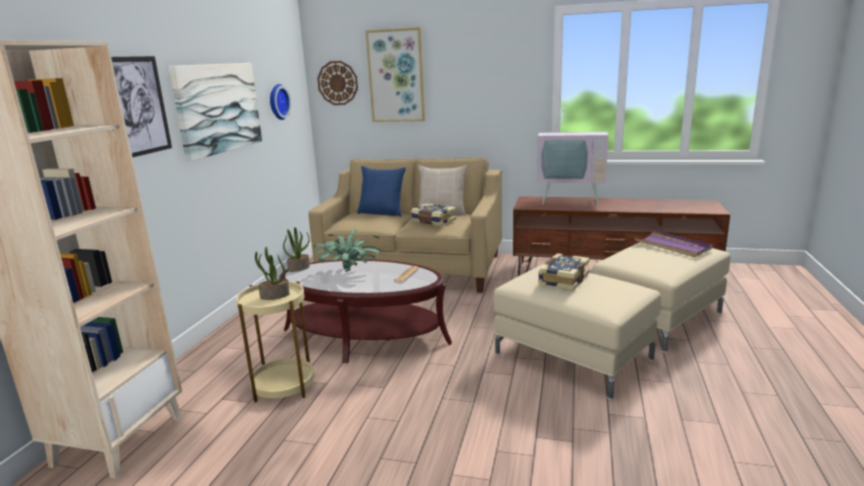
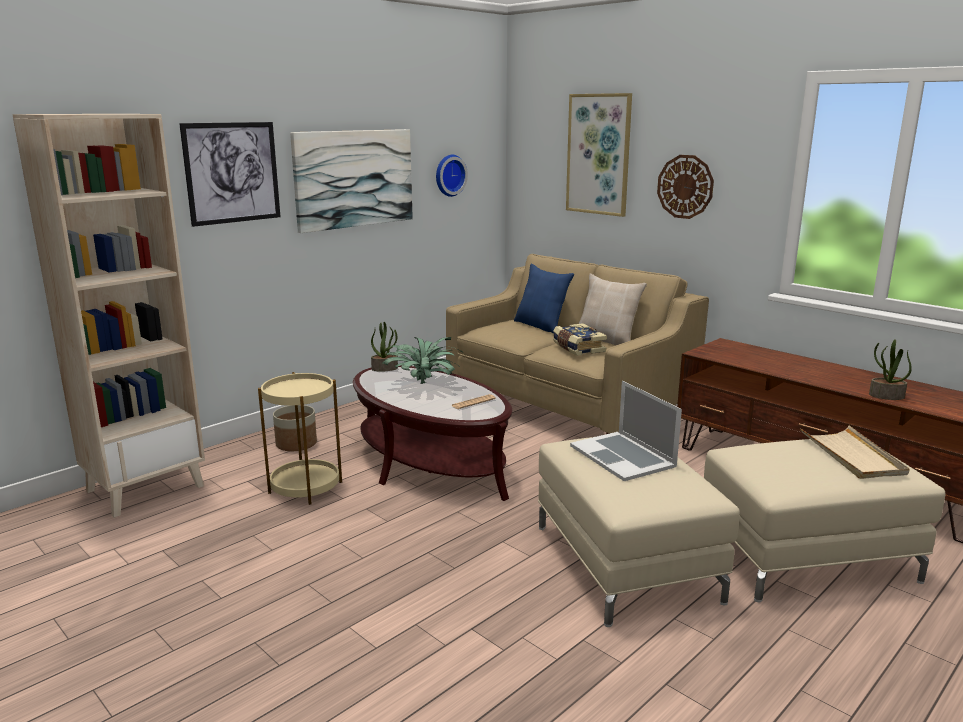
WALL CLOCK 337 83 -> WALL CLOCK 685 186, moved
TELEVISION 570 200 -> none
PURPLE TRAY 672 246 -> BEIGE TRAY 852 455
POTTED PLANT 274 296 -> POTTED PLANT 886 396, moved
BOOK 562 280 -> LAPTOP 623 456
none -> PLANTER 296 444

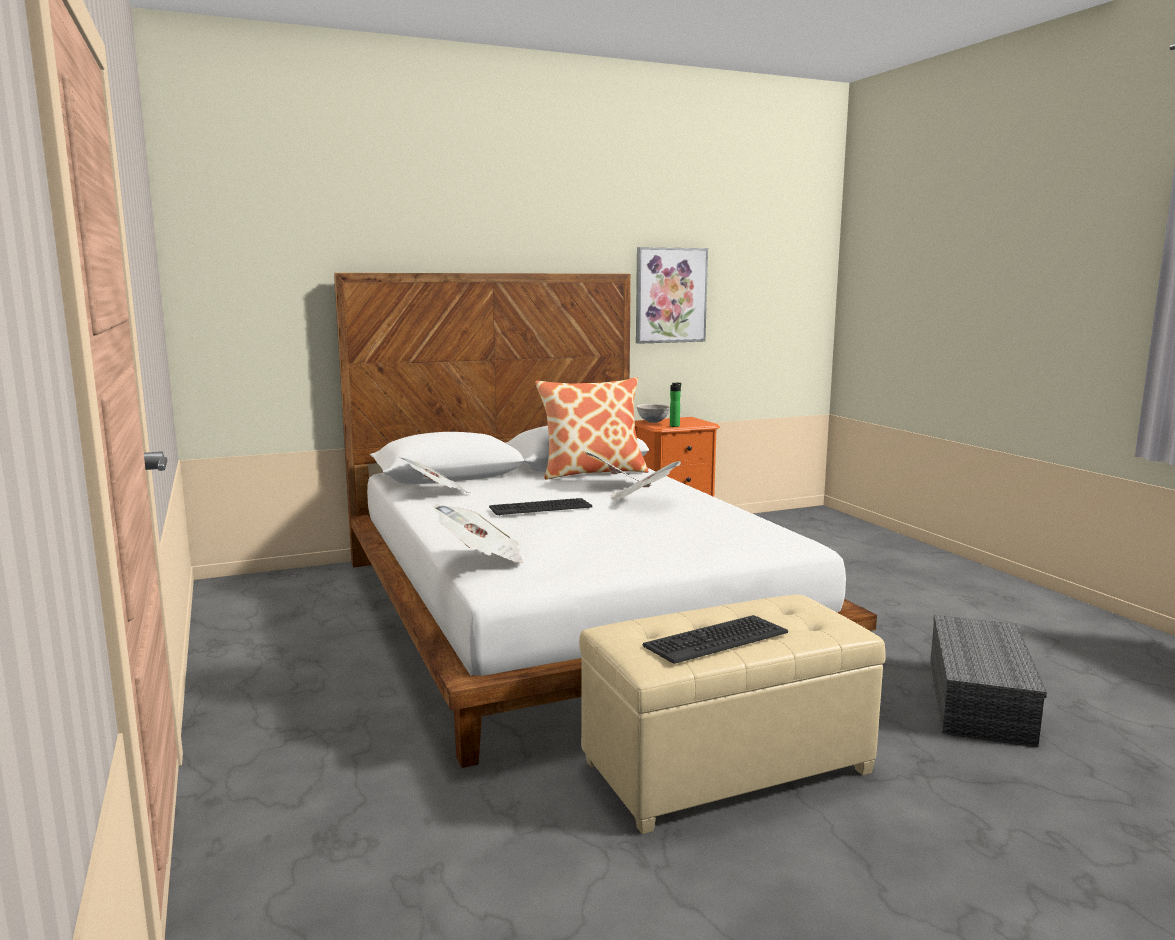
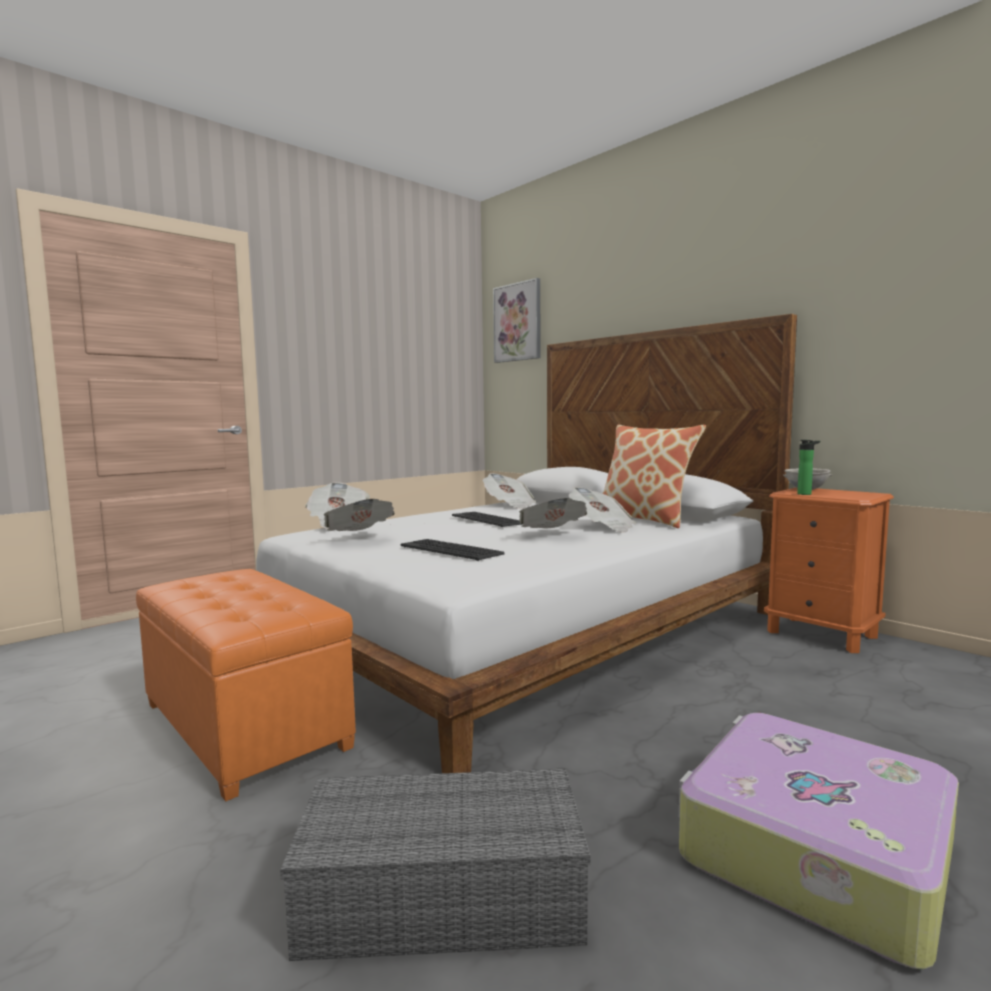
PICTURE 670 295 -> PICTURE 517 322, moved
BEIGE OTTOMAN 725 766 -> ORANGE OTTOMAN 245 724
KEYBOARD 715 639 -> KEYBOARD 451 550, moved
none -> NEWSPAPER 360 536
none -> SUITCASE 811 851

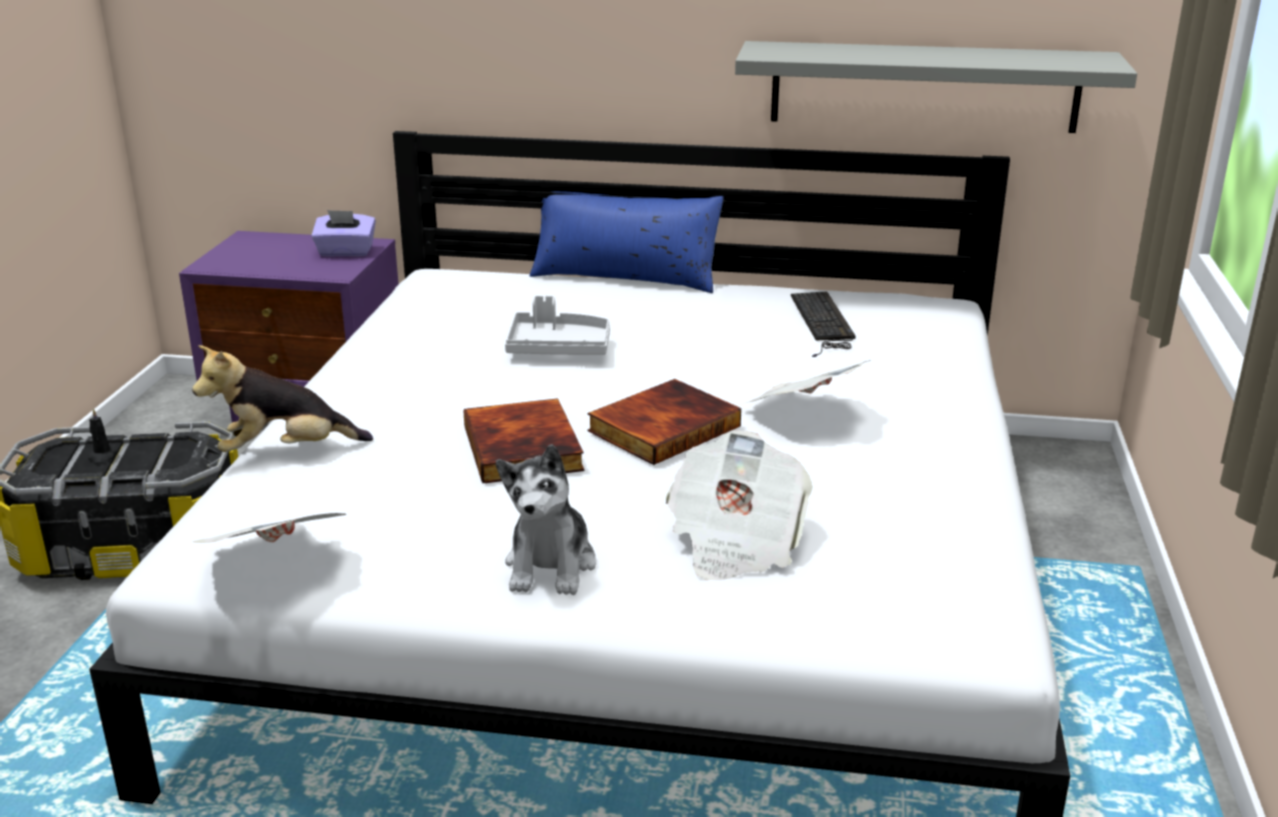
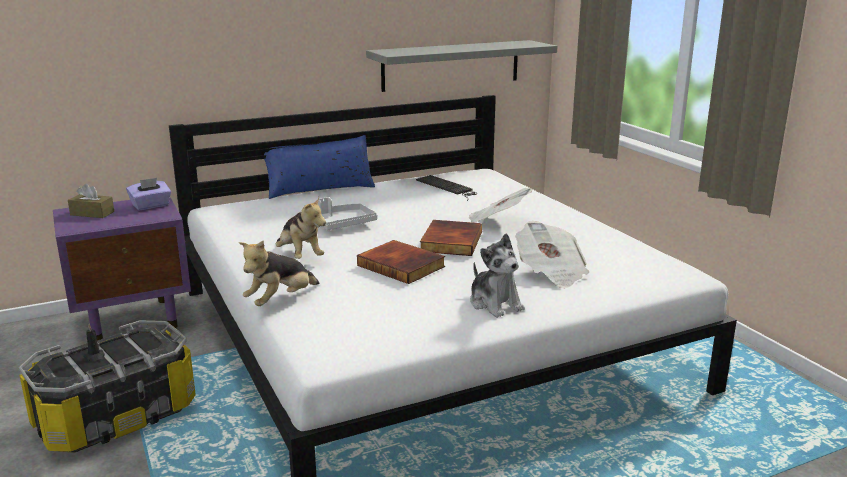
NEWSPAPER 276 562 -> none
none -> BROWN TISSUE BOX 92 213
none -> PLUSH TOY 300 256

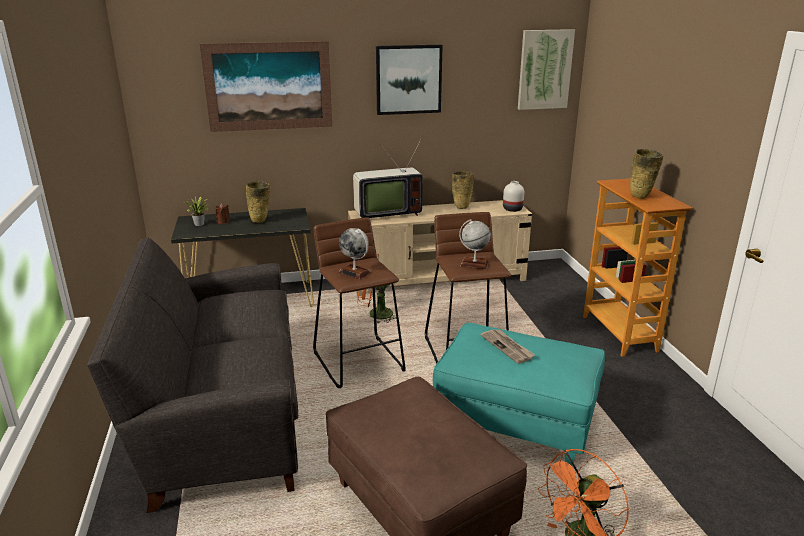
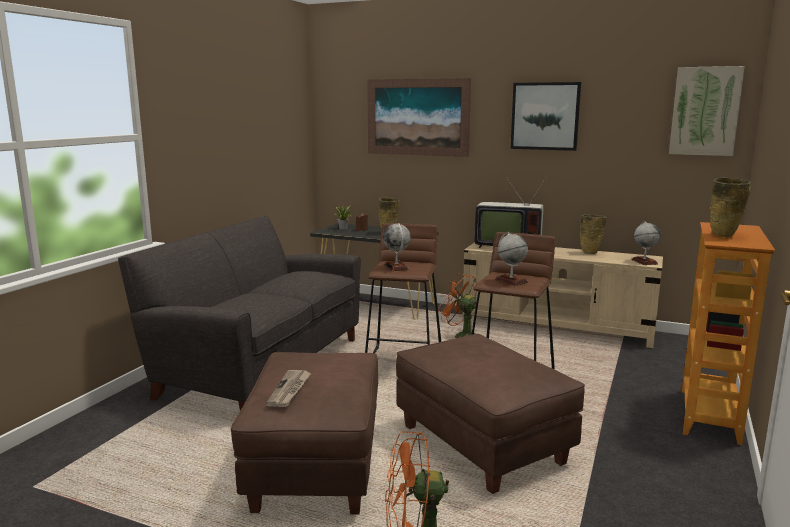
WHITE VASE 512 209 -> GLOBE 644 262
TURQUOISE OTTOMAN 515 423 -> BROWN OTTOMAN 482 445
NEWSPAPER 507 347 -> NEWSPAPER 289 390, moved

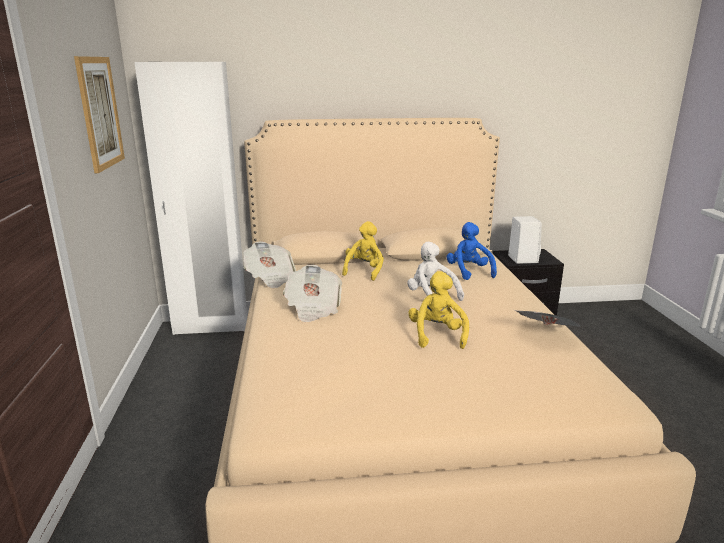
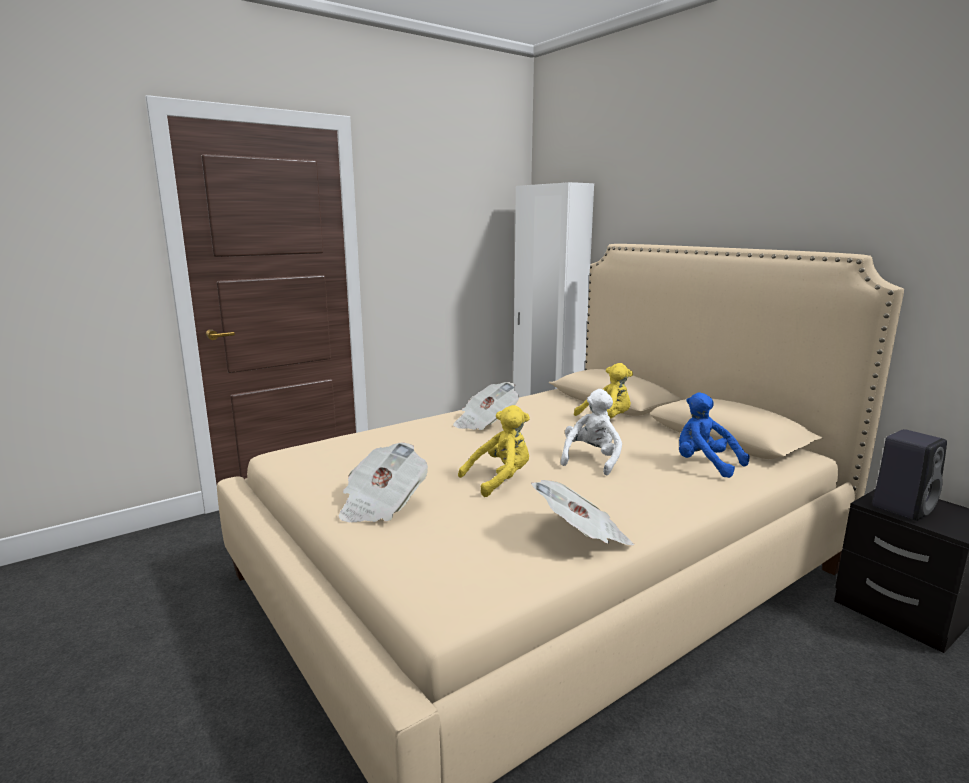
PICTURE 100 112 -> none
WHITE SPEAKER 522 259 -> BLACK SPEAKER 903 507
BLUE PLUSH TOY 469 272 -> BLUE PLUSH TOY 704 464, 90 degrees counterclockwise
NEWSPAPER 270 278 -> NEWSPAPER 381 505, moved

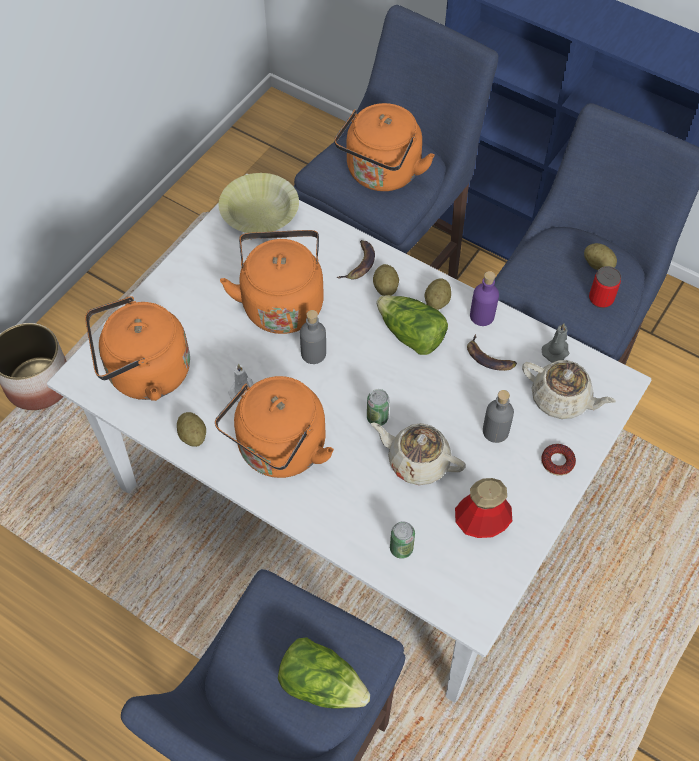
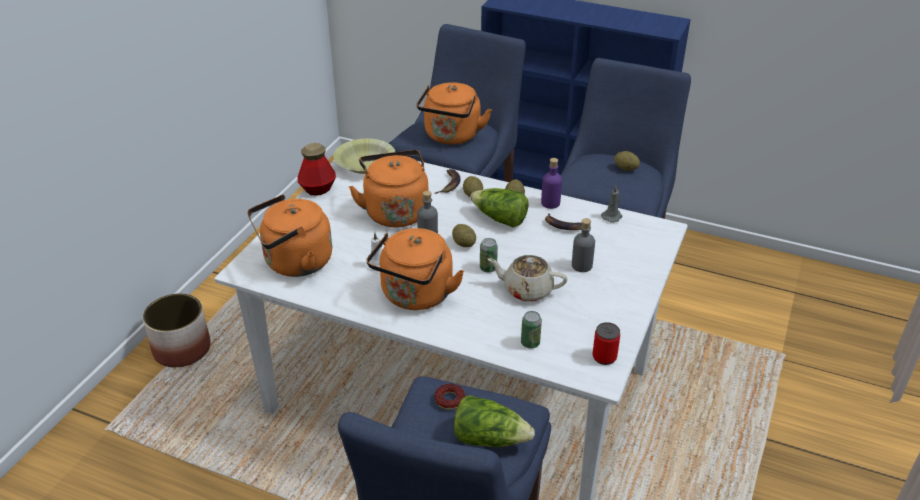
CAN 601 299 -> CAN 604 357, moved
BEIGE TEAPOT 561 399 -> none
POTATO 193 436 -> POTATO 464 244, moved
DONUT 557 462 -> DONUT 449 400, moved
BOTTLE 481 523 -> BOTTLE 318 189, moved

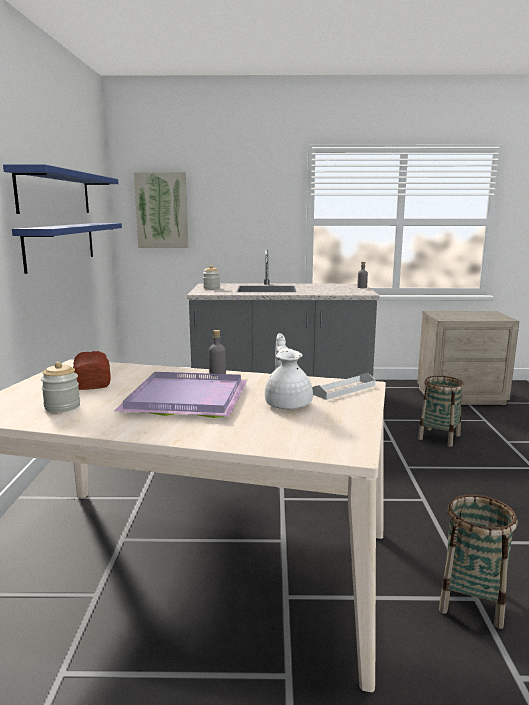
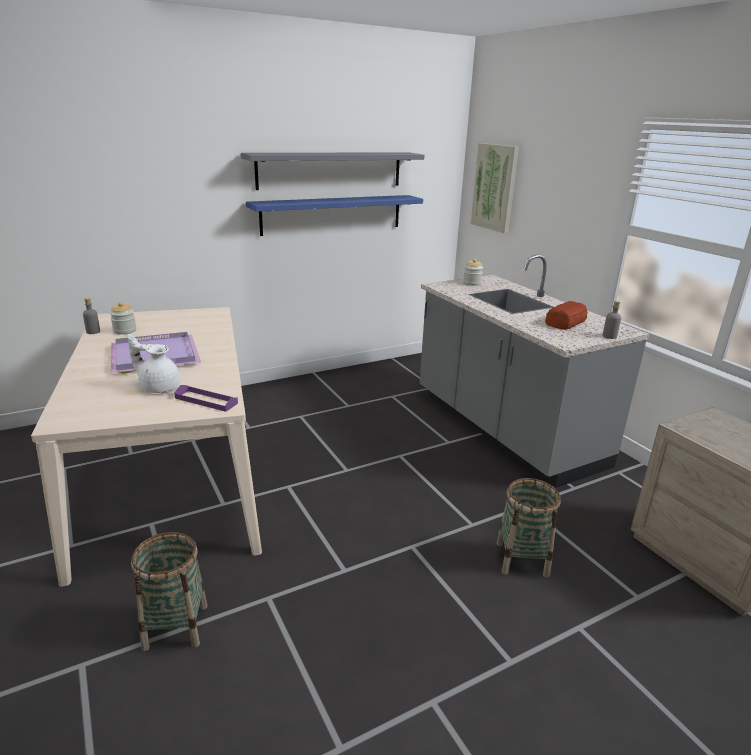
BLUE SHELF 56 193 -> GREY SHELF 330 170
GREY BOTTLE 217 373 -> GREY BOTTLE 93 332, moved
WHITE TEAPOT 288 403 -> WHITE TEAPOT 159 387, 120 degrees counterclockwise
BREAD 91 380 -> BREAD 564 322, moved
WHITE TRAY 343 390 -> PURPLE TRAY 206 401

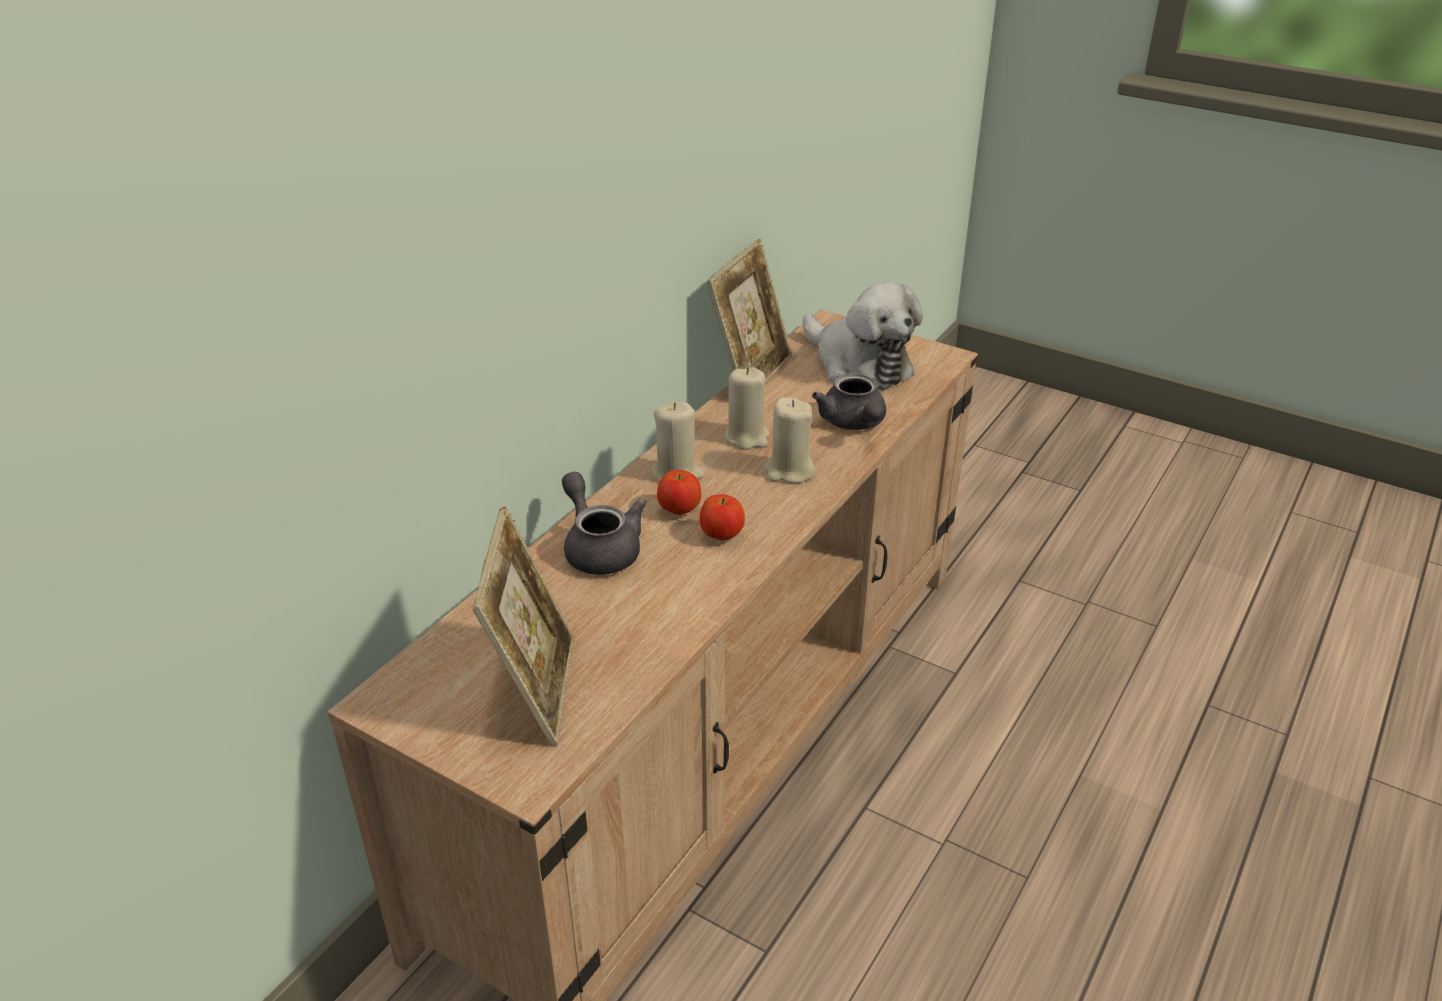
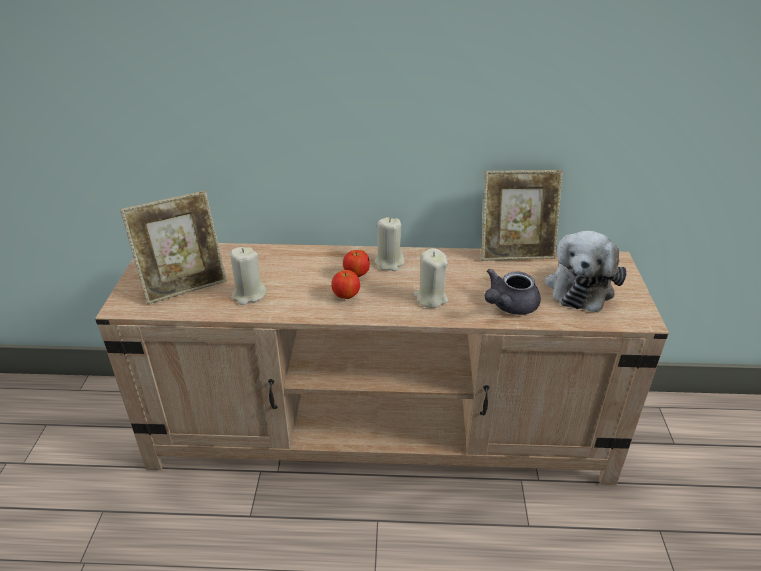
BEIGE CANDLE 747 437 -> BEIGE CANDLE 249 295, moved
GREY TEAPOT 599 548 -> none

